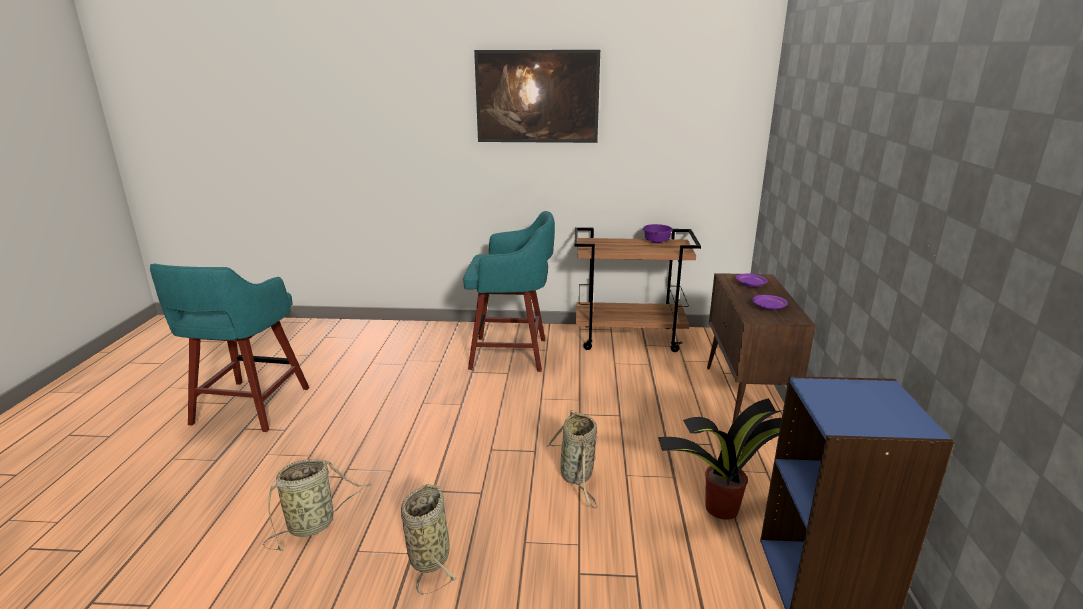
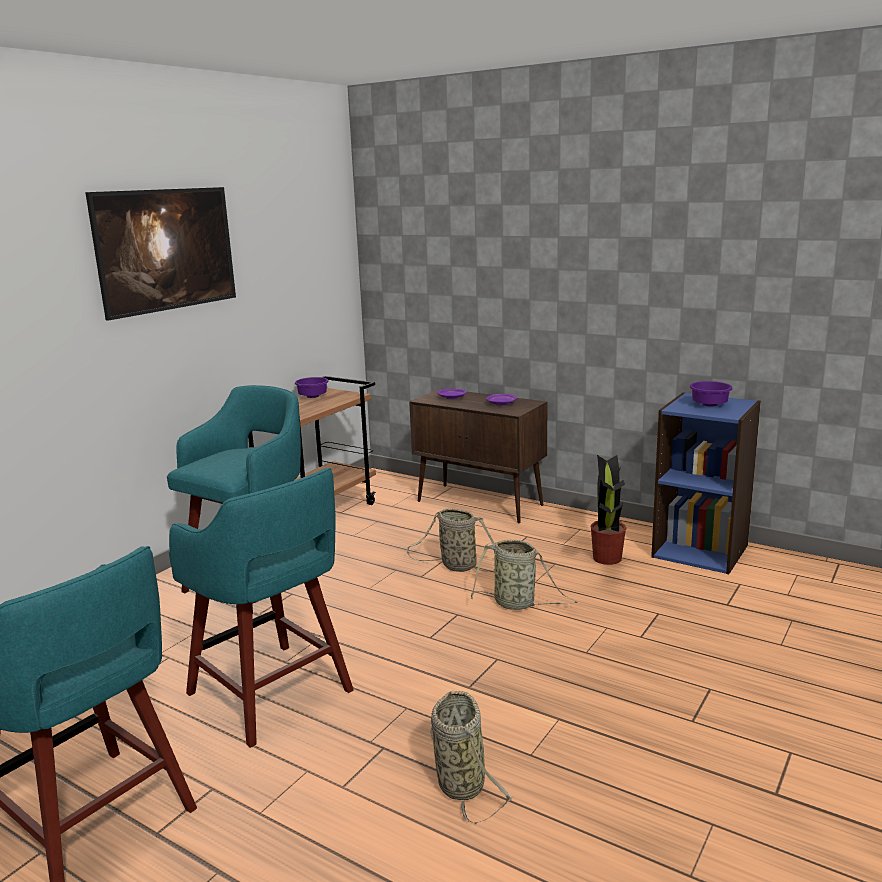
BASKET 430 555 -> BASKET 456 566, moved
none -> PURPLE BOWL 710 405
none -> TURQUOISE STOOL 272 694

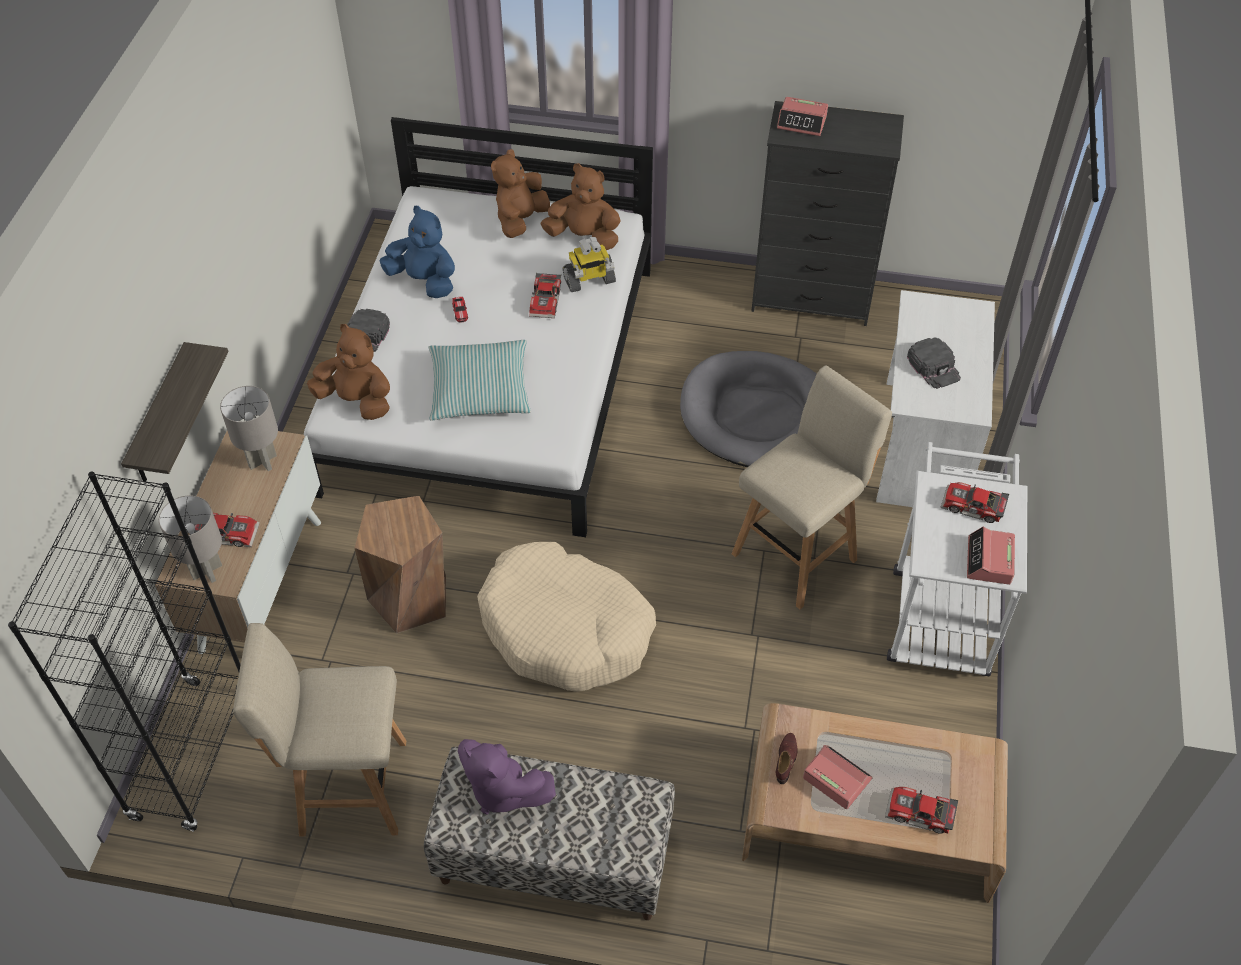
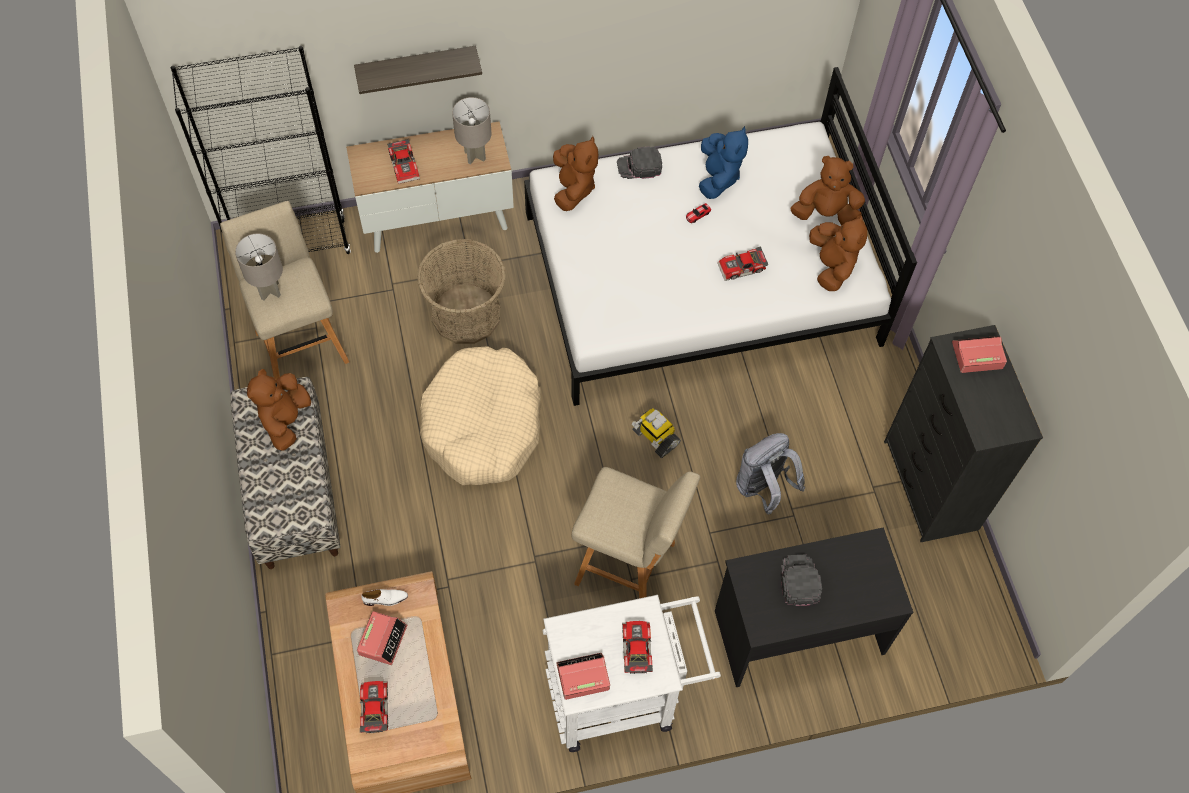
ALARM CLOCK 802 122 -> ALARM CLOCK 977 355, 90 degrees clockwise
TOY ROBOT 589 280 -> TOY ROBOT 655 438, moved
WHITE DESK 921 446 -> BLACK DESK 798 630
BLACK CAP 934 367 -> BLACK CAP 799 581, 135 degrees clockwise
PILLOW 480 389 -> none
GREY DOG BED 760 416 -> GREY BACKPACK 763 488
GREY TABLE LAMP 206 571 -> GREY TABLE LAMP 270 290, moved
BROWN STOOL 411 598 -> BASKET 466 314
BROWN SHOE 786 760 -> WHITE SHOE 385 599
PURPLE PLUSH TOY 502 789 -> BROWN PLUSH TOY 285 420

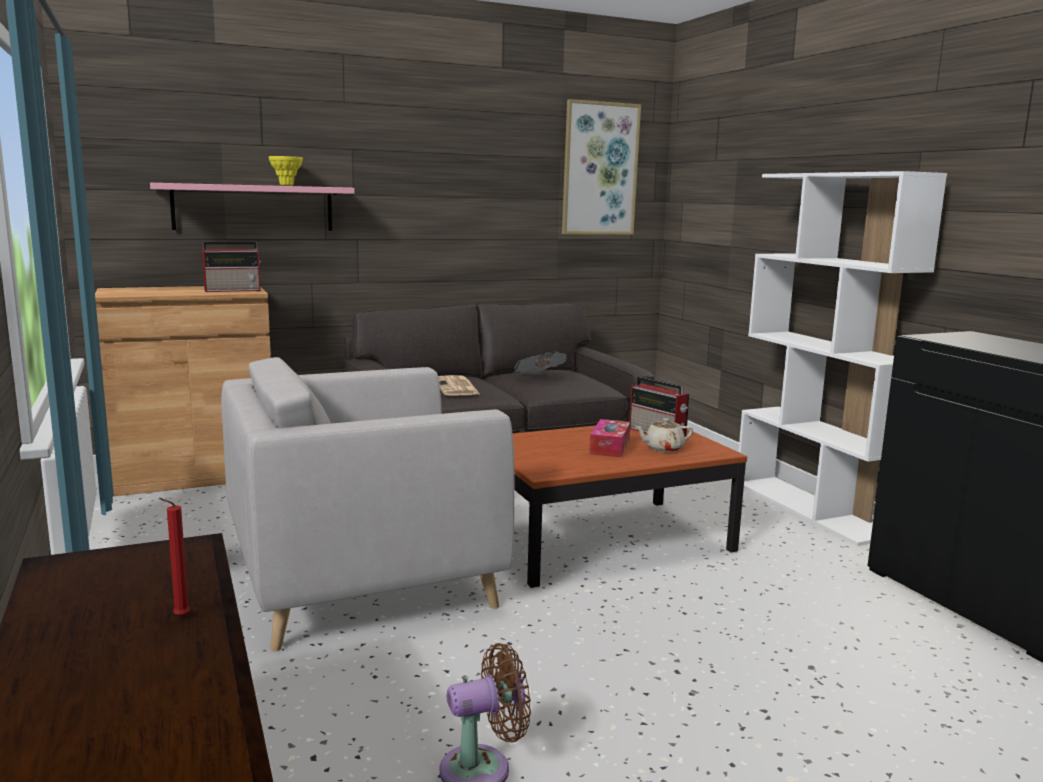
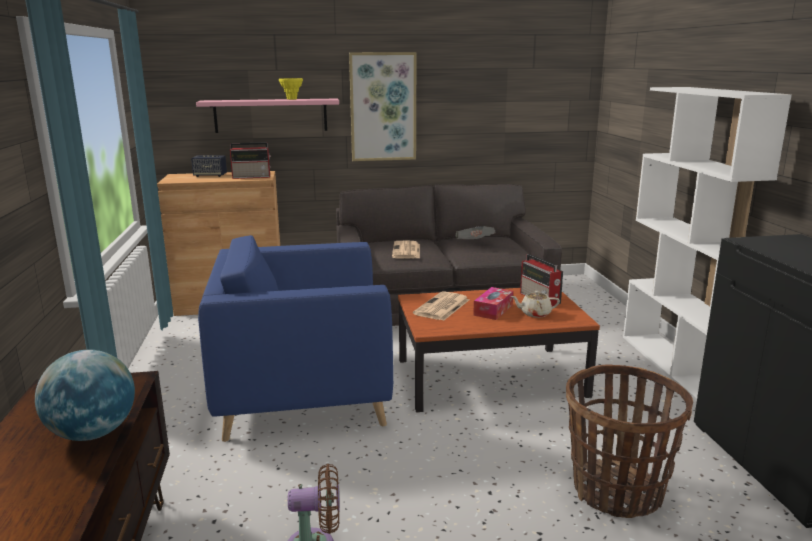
PICTURE 599 169 -> PICTURE 383 107, moved
GREY ARMCHAIR 361 577 -> BLUE ARMCHAIR 303 392
RED CANDLE 179 617 -> GLOBE 93 433
none -> SPEAKER 210 175
none -> NEWSPAPER 442 307
none -> BASKET 617 491

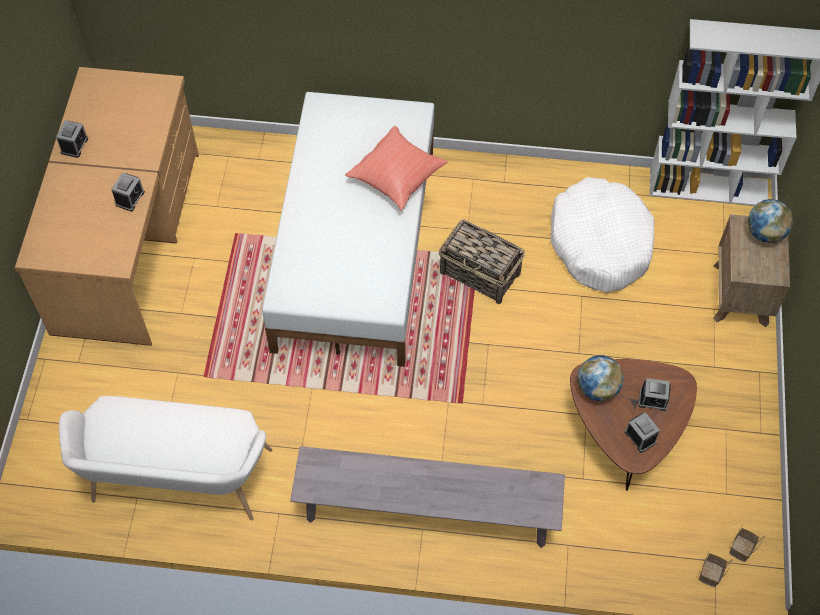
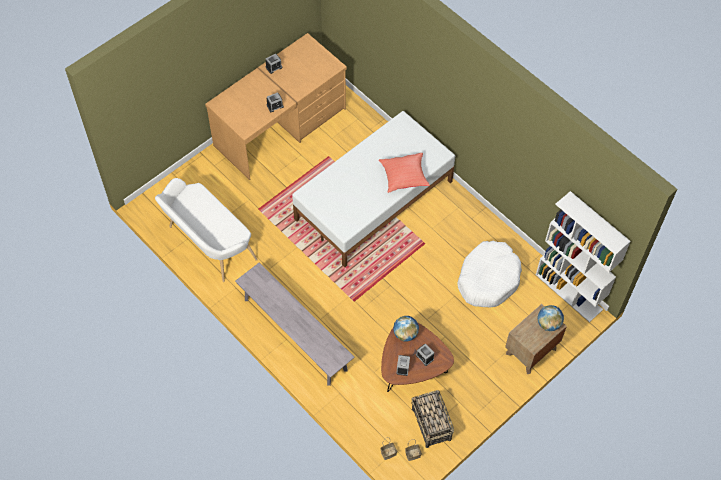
BASKET 480 274 -> BASKET 431 425, moved

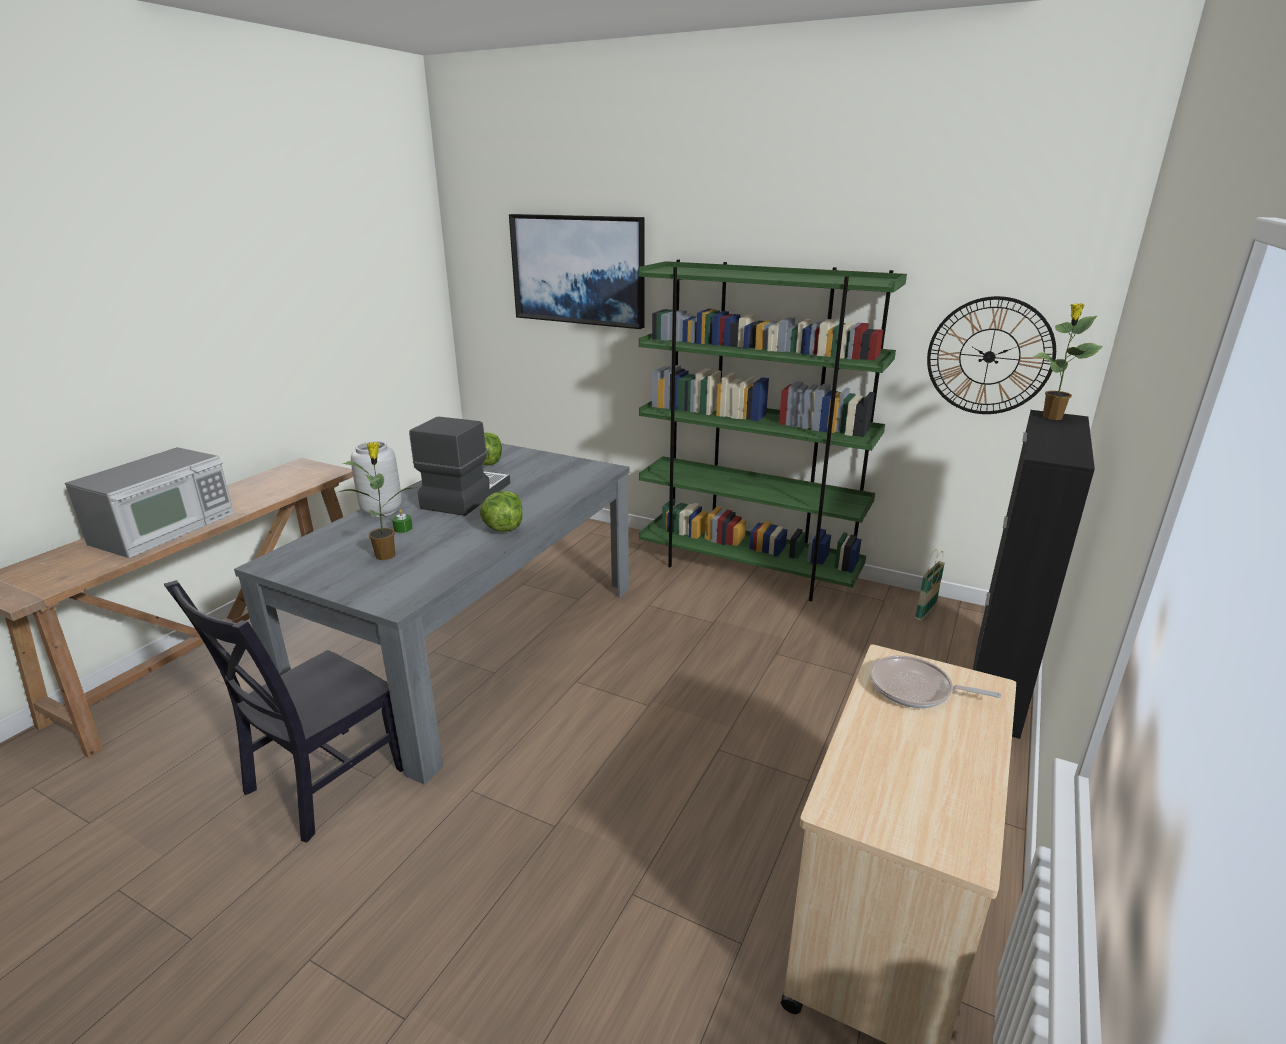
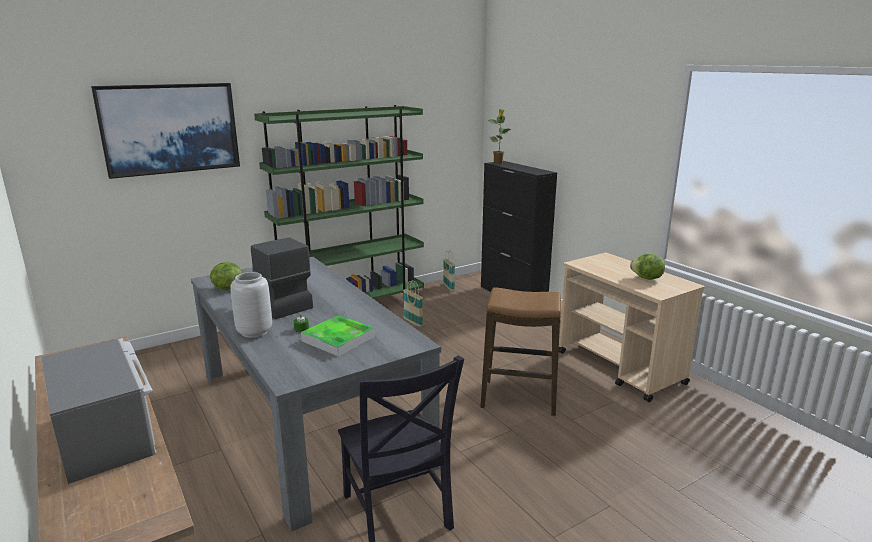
WALL CLOCK 989 356 -> none
POTTED PLANT 386 555 -> TRAY 338 339
LETTUCE 503 528 -> LETTUCE 647 278, moved
FRYING PAN 915 689 -> none
none -> BASKET 413 322
none -> STOOL 519 398

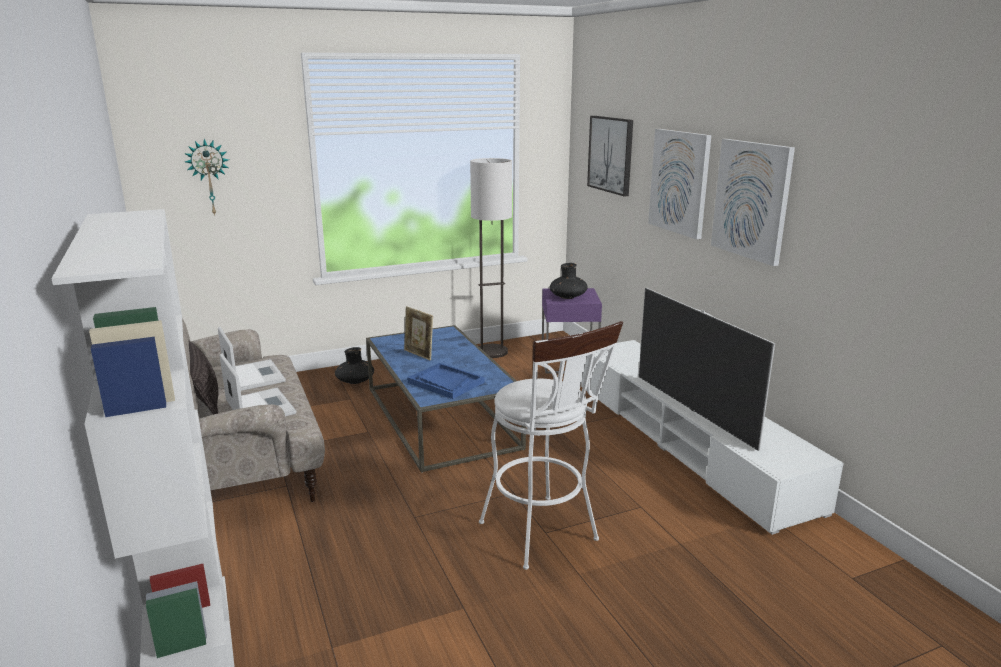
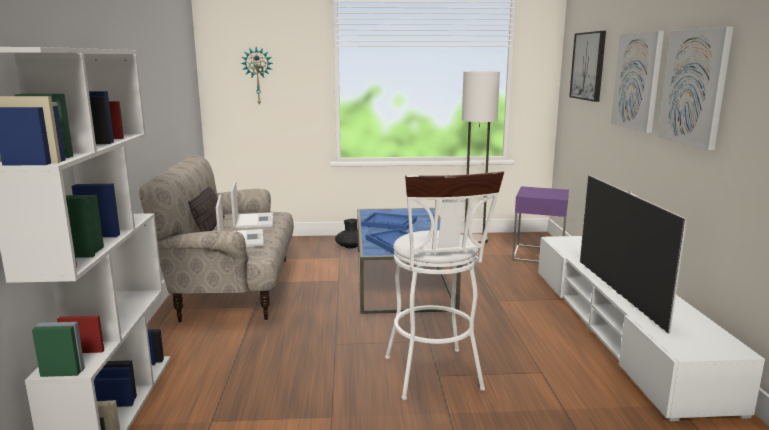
BLACK VASE 567 297 -> none
PICTURE FRAME 419 355 -> BLUE TRAY 389 223

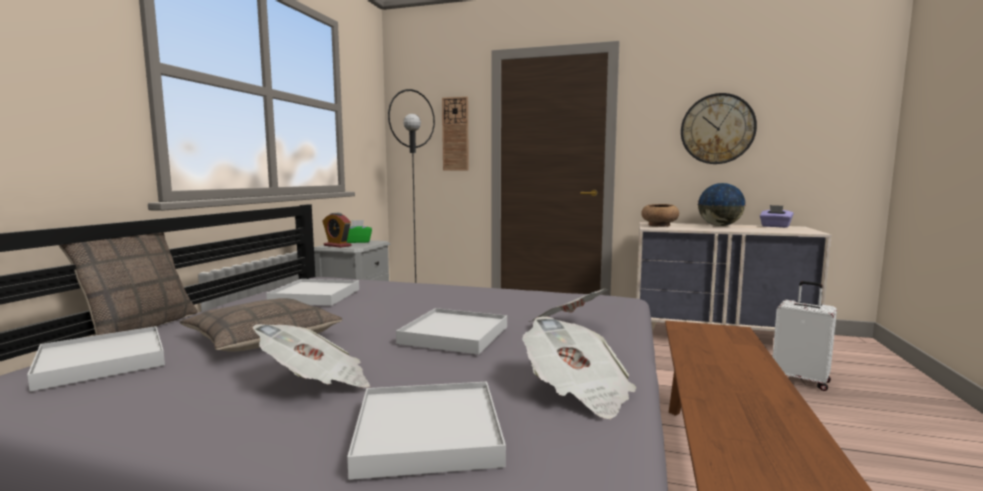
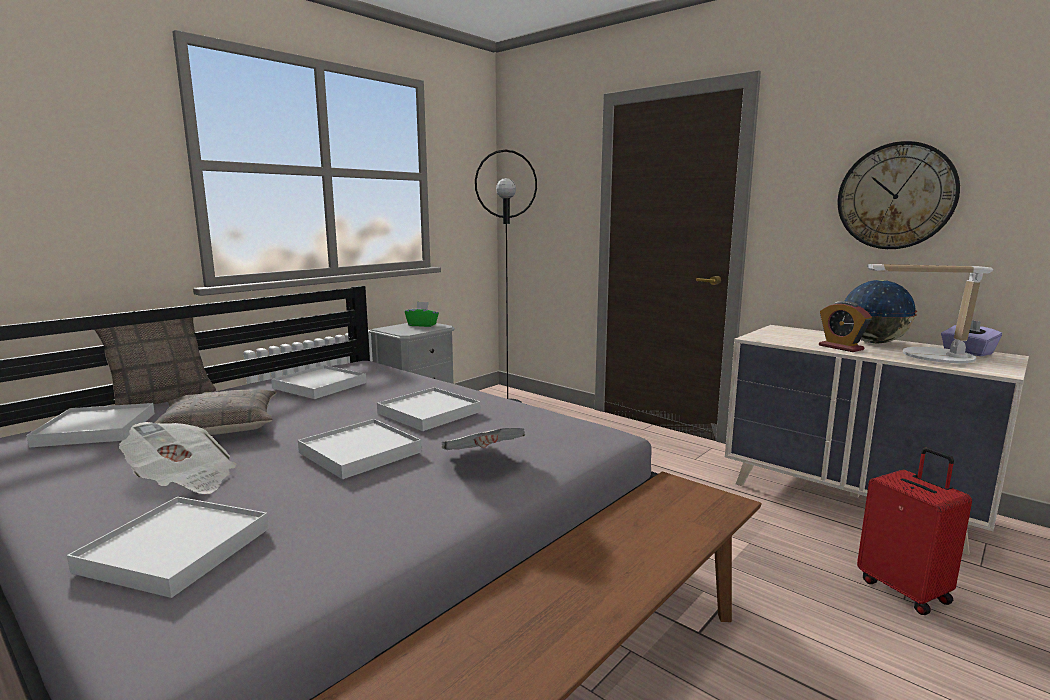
WALL CLOCK 455 134 -> none
BROWN BOWL 659 225 -> none
ALARM CLOCK 337 245 -> ALARM CLOCK 840 347, moved
WHITE SUITCASE 801 380 -> RED SUITCASE 905 590
NEWSPAPER 578 392 -> none
none -> TABLE LAMP 928 358
none -> WHITE TRAY 429 412

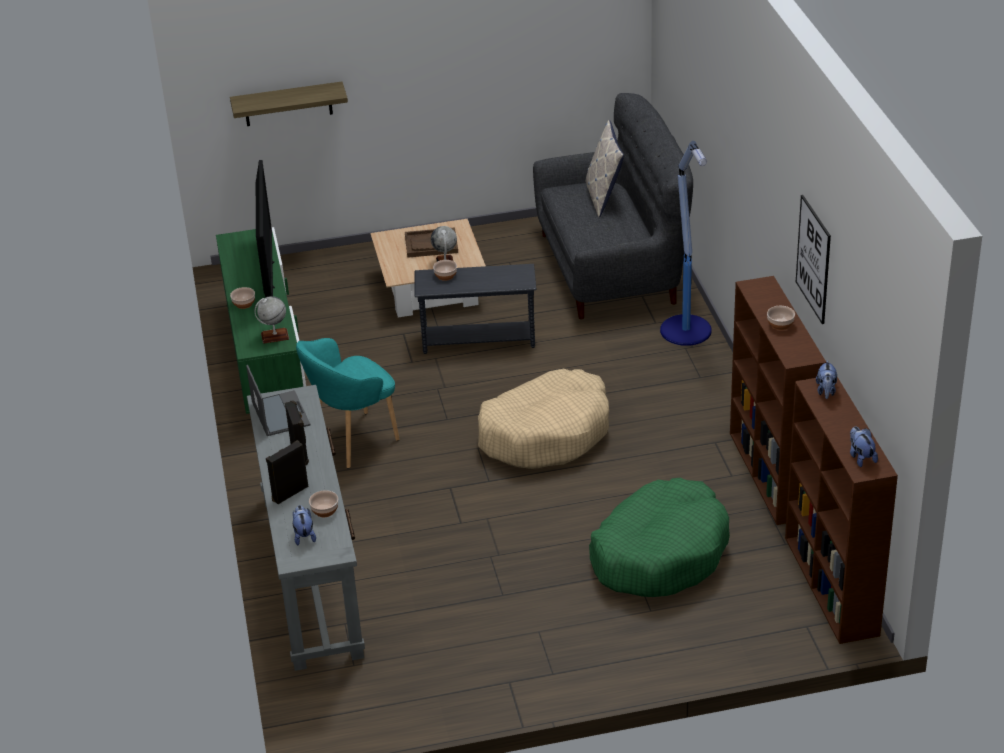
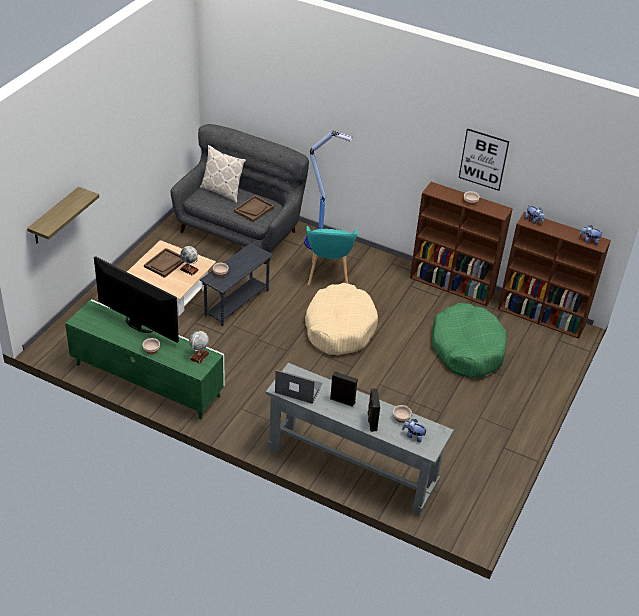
TURQUOISE ARMCHAIR 352 440 -> TURQUOISE ARMCHAIR 328 276, moved
none -> BROWN TRAY 254 209

